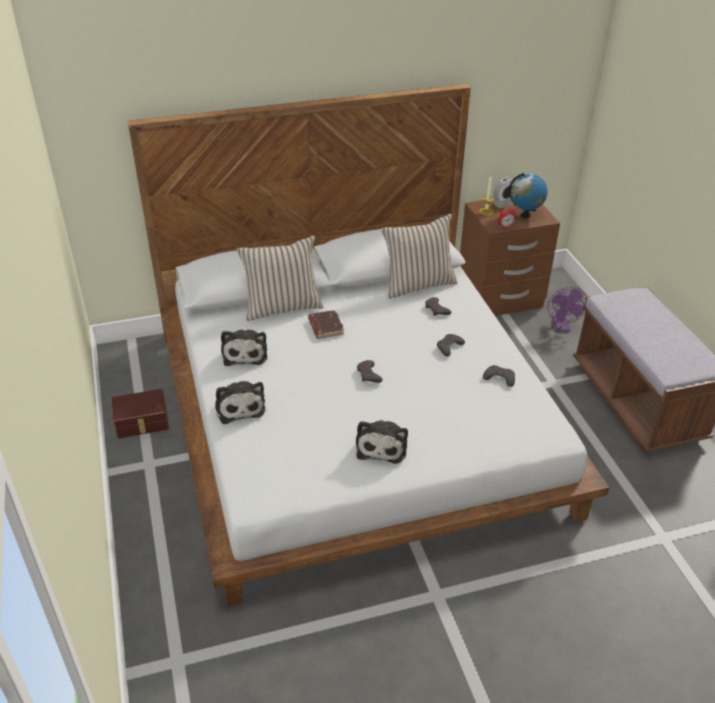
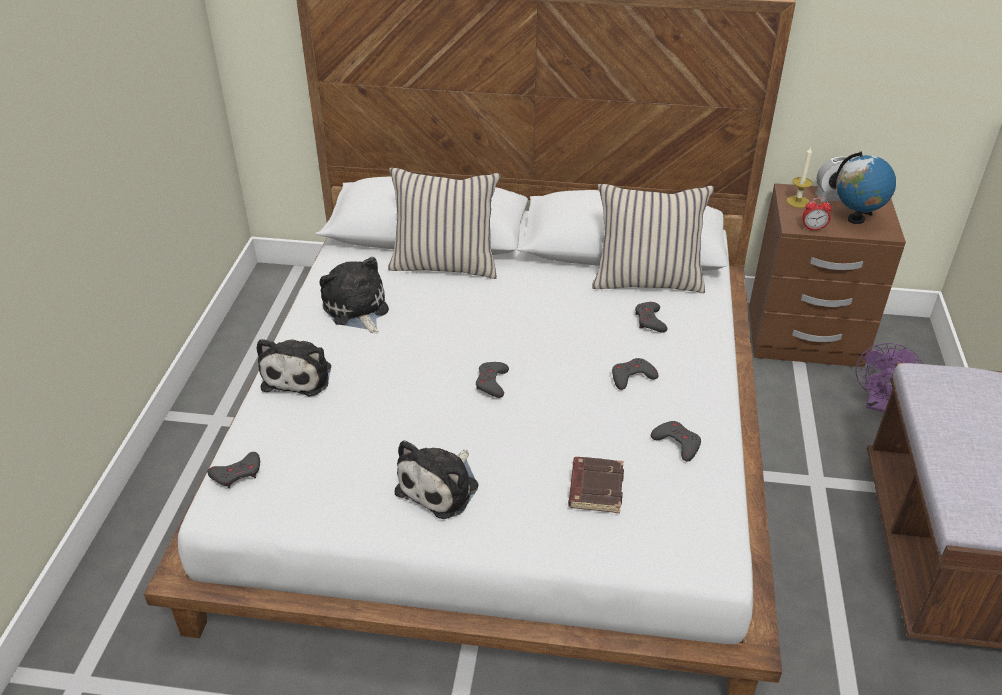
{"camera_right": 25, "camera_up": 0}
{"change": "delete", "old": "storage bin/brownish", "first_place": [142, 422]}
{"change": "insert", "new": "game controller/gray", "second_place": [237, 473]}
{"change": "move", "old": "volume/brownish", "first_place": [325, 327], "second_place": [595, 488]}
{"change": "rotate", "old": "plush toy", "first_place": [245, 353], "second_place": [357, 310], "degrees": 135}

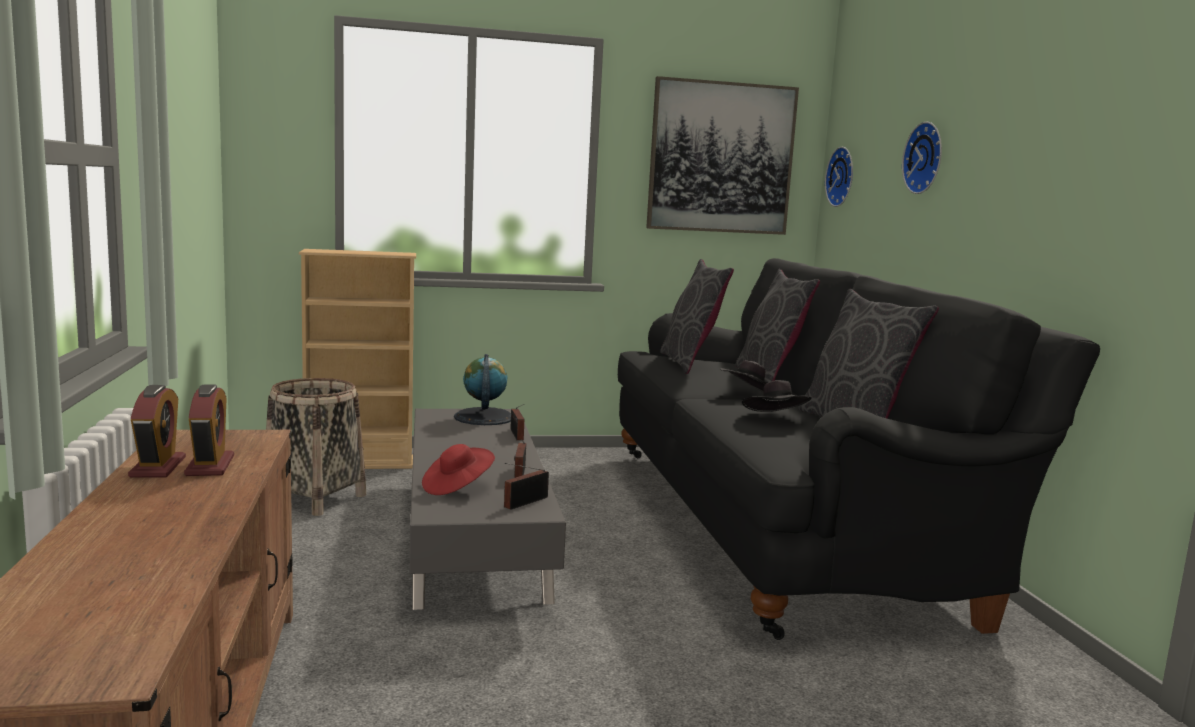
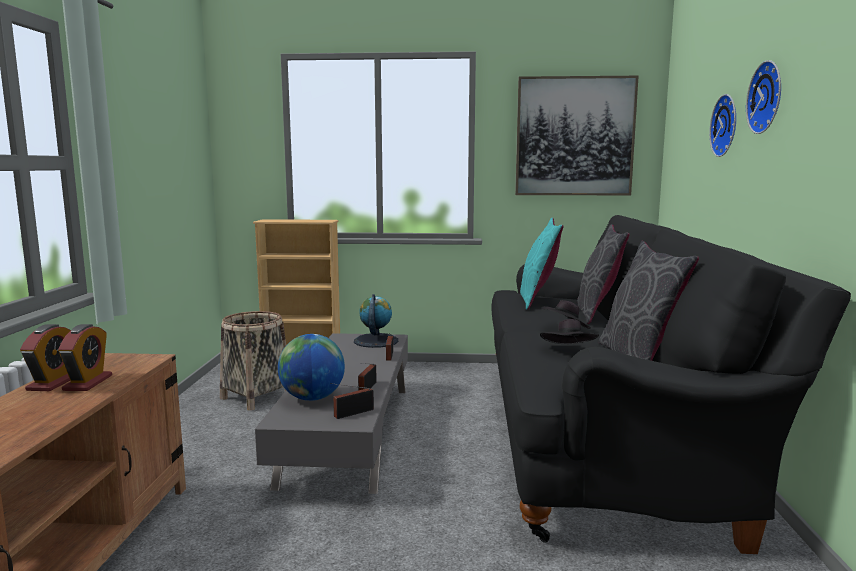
{"camera_right": 15, "camera_up": 0}
{"change": "move", "old": "clock on the wall", "first_place": [843, 177], "second_place": [768, 97]}
{"change": "replace", "old": "hat/red", "new": "world globe", "first_place": [457, 487], "second_place": [312, 398]}
{"change": "recolor", "old": "pillow/gray", "new": "pillow/turquoise", "first_place": [690, 363], "second_place": [539, 300]}

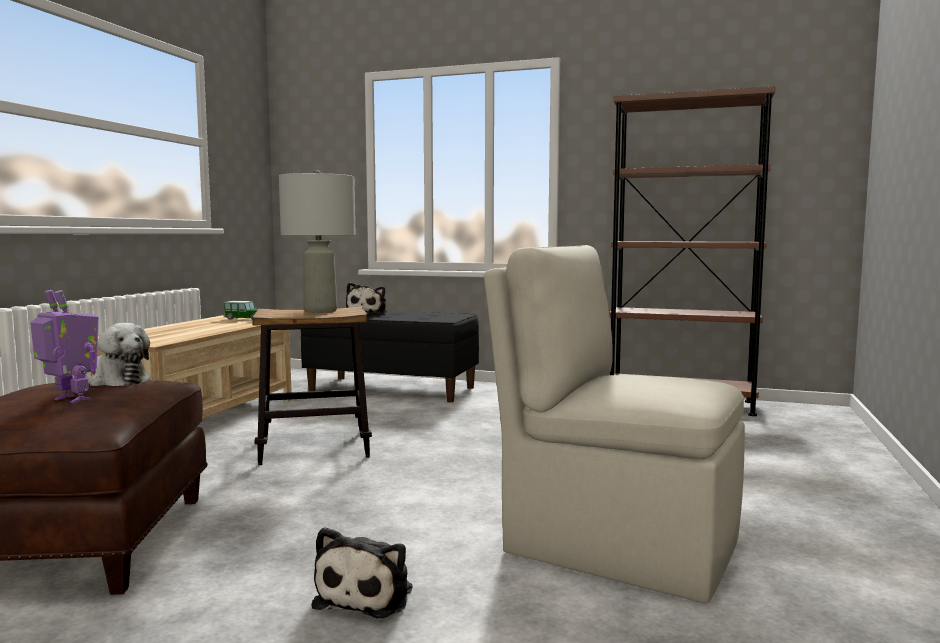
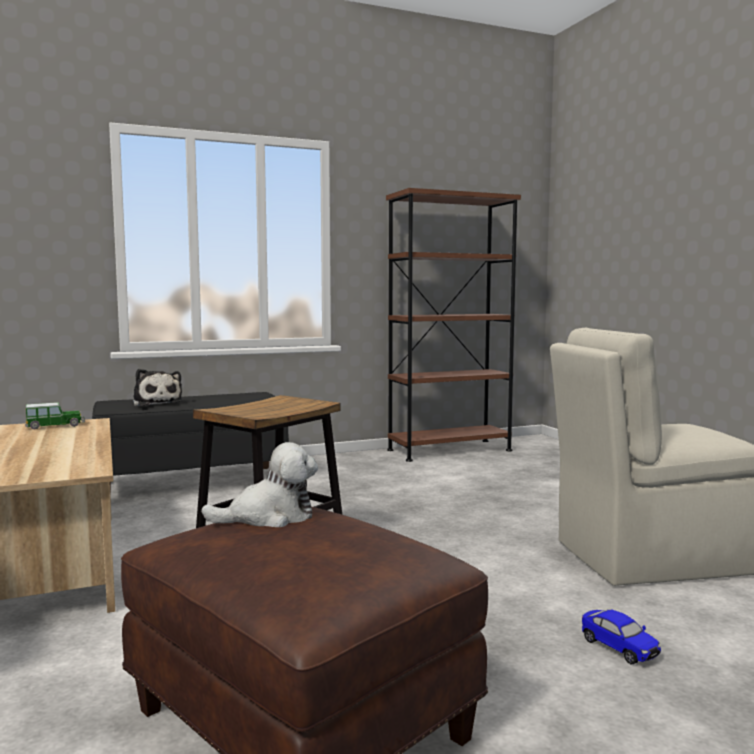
{"camera_right": -40, "camera_up": 0}
{"change": "delete", "old": "model robot", "first_place": [70, 400]}
{"change": "delete", "old": "lamp for a table/gray", "first_place": [321, 311]}
{"change": "replace", "old": "plush toy", "new": "model car", "first_place": [367, 595], "second_place": [619, 648]}

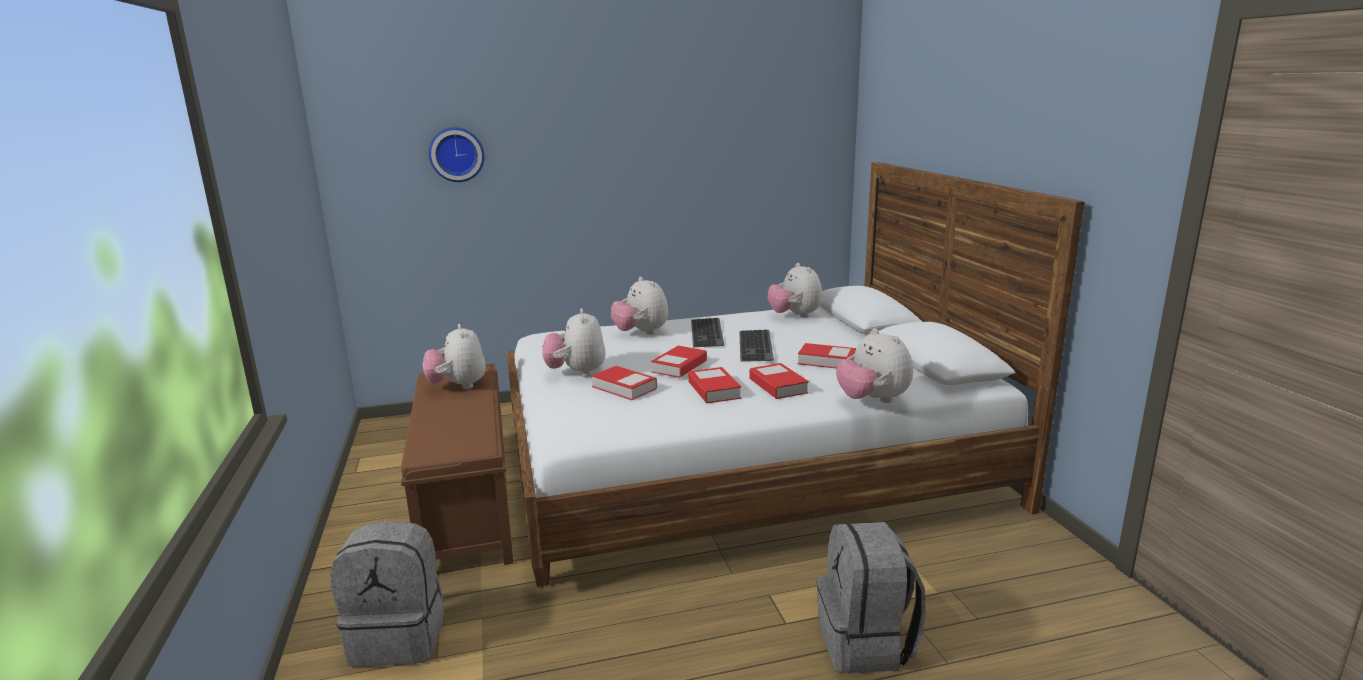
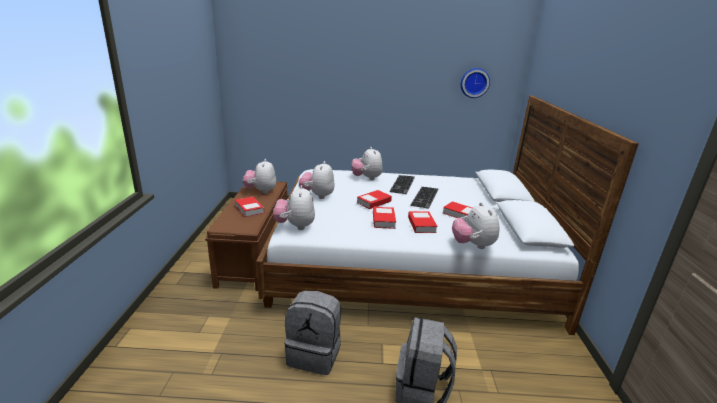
{"camera_right": 15, "camera_up": 5}
{"change": "move", "old": "rucksack/gray", "first_place": [400, 637], "second_place": [315, 354]}
{"change": "move", "old": "clock on the wall", "first_place": [456, 154], "second_place": [474, 82]}
{"change": "move", "old": "volume", "first_place": [624, 388], "second_place": [249, 209]}
{"change": "move", "old": "plush toy", "first_place": [795, 316], "second_place": [295, 226]}

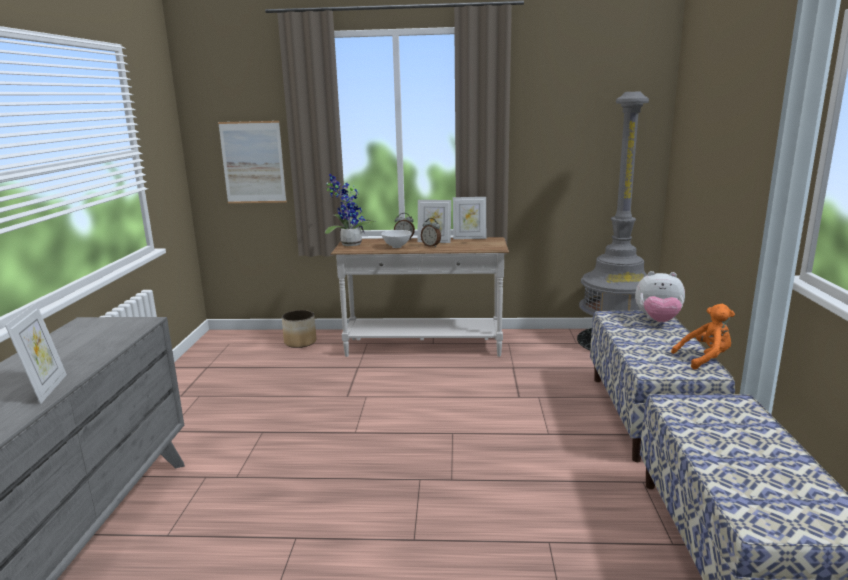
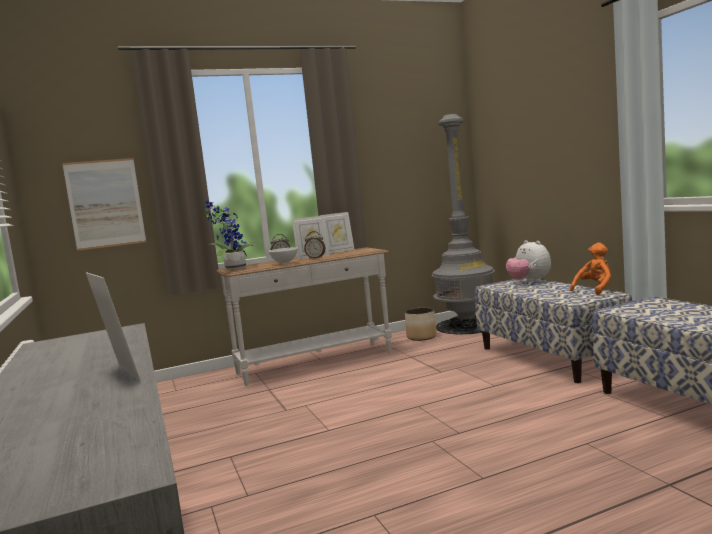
{"camera_right": -25, "camera_up": -10}
{"change": "move", "old": "plant pot", "first_place": [300, 342], "second_place": [421, 337]}
{"change": "rotate", "old": "plush toy", "first_place": [658, 321], "second_place": [529, 282], "degrees": 75}

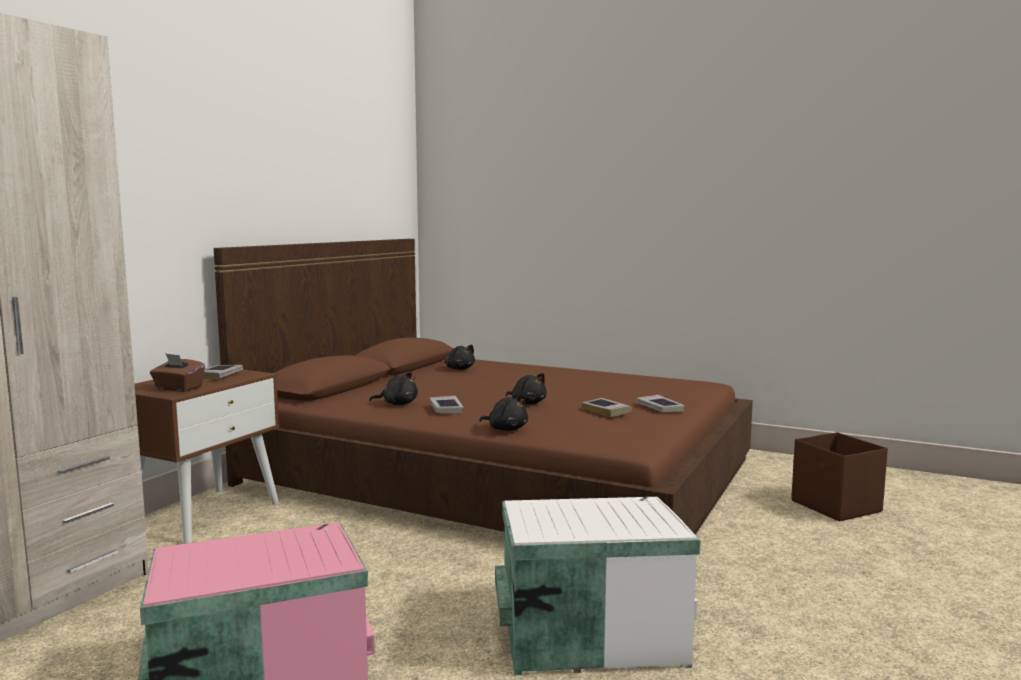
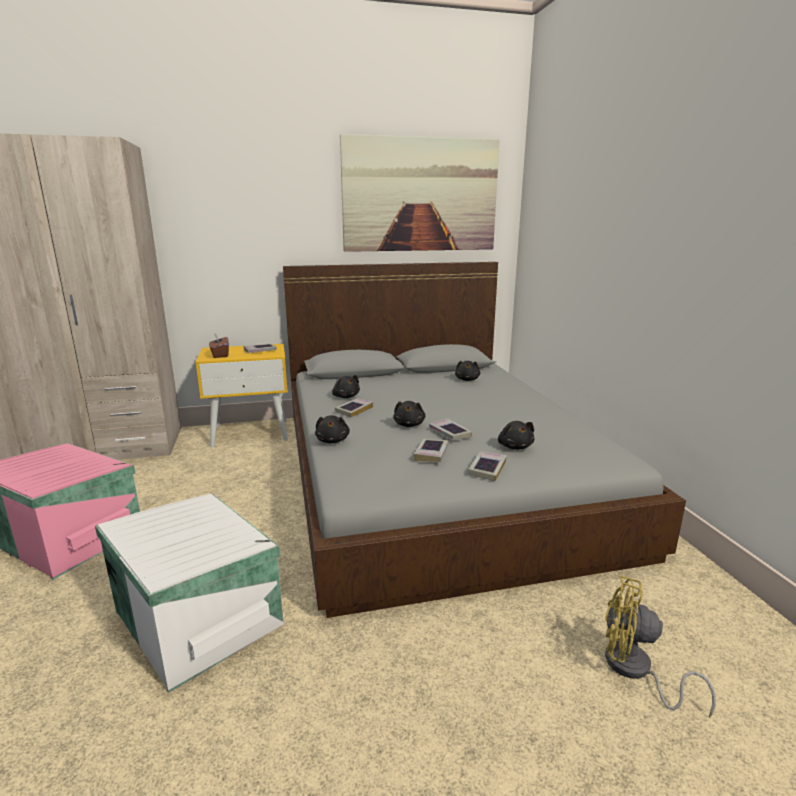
{"camera_right": 50, "camera_up": 10}
{"change": "insert", "new": "picture", "second_place": [420, 195]}
{"change": "insert", "new": "volume", "second_place": [449, 433]}
{"change": "insert", "new": "plush toy/black-coloured", "second_place": [514, 446]}
{"change": "replace", "old": "storage bin/brownish", "new": "fan/yellow-coloured", "first_place": [836, 507], "second_place": [635, 670]}
{"change": "recolor", "old": "bedside table/brownish", "new": "bedside table/yellow-coloured", "first_place": [205, 514], "second_place": [251, 433]}
{"change": "recolor", "old": "bed/brownish", "new": "bed/gray", "first_place": [501, 471], "second_place": [434, 472]}

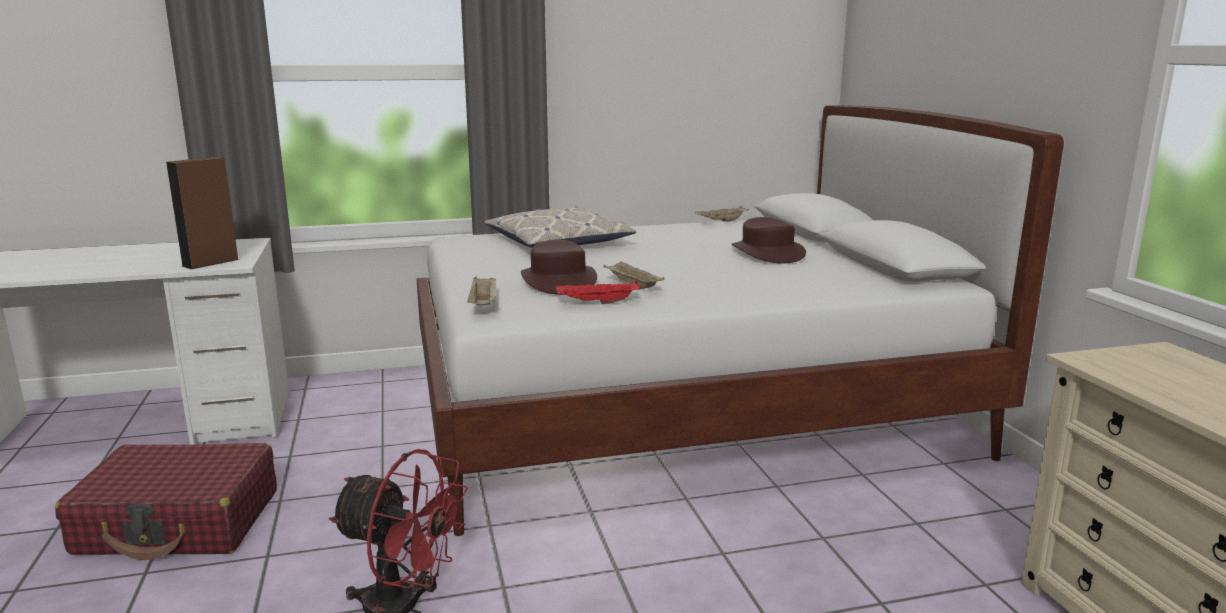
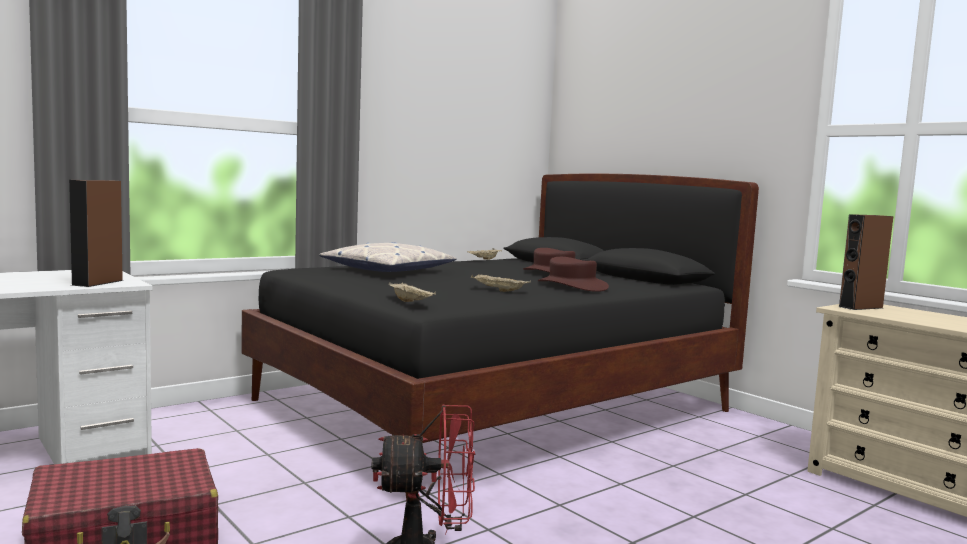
{"camera_right": -25, "camera_up": -10}
{"change": "delete", "old": "carrying tray/red", "first_place": [597, 303]}
{"change": "insert", "new": "audio speaker/brownish", "second_place": [860, 307]}
{"change": "move", "old": "hat/brownish", "first_place": [558, 281], "second_place": [571, 286]}
{"change": "recolor", "old": "bed/whitish", "new": "bed/black-coloured", "first_place": [682, 412], "second_place": [496, 406]}

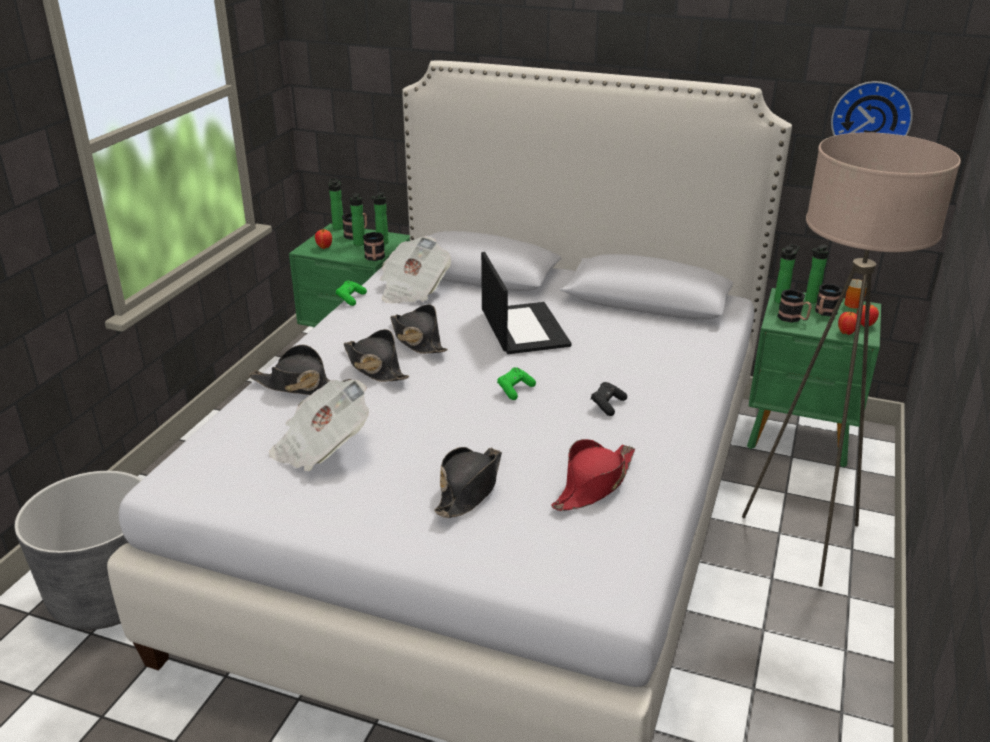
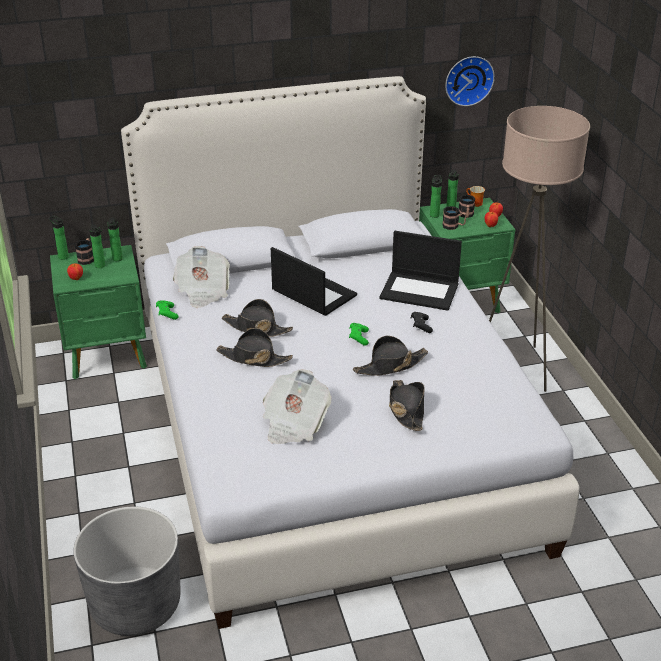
{"camera_right": -35, "camera_up": 5}
{"change": "delete", "old": "tea mug", "first_place": [374, 258]}
{"change": "delete", "old": "hat/red", "first_place": [593, 485]}
{"change": "insert", "new": "notebook computer", "second_place": [420, 291]}
{"change": "move", "old": "hat/black-coloured", "first_place": [299, 385], "second_place": [390, 365]}

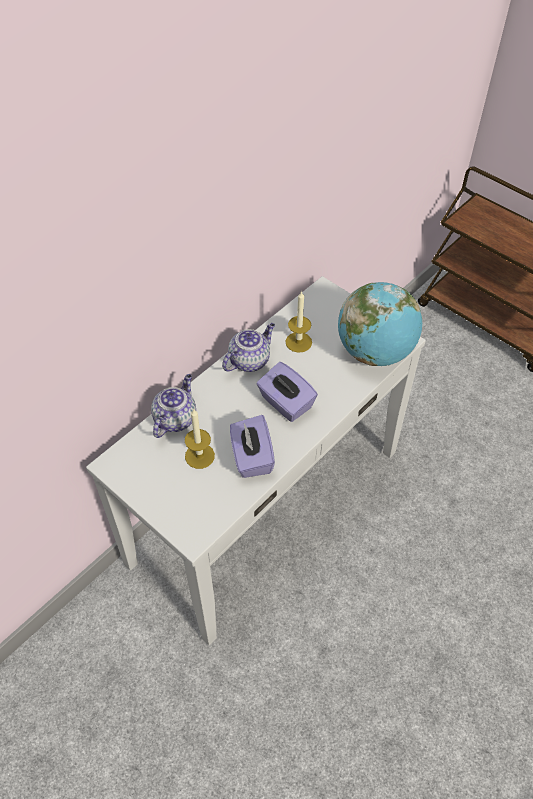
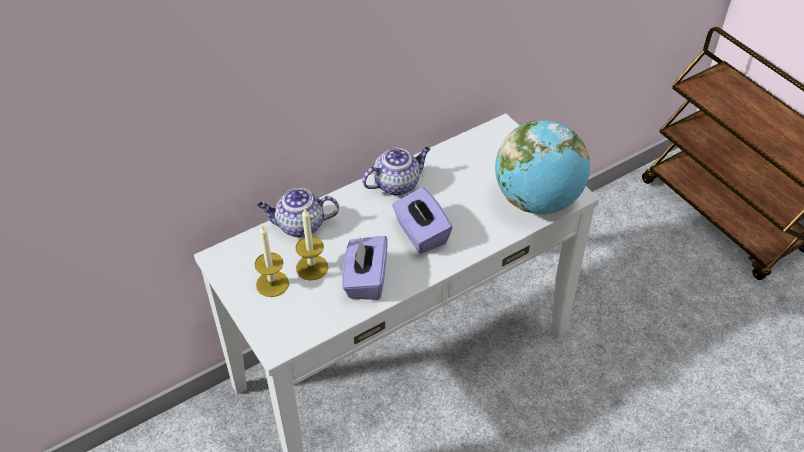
{"camera_right": 15, "camera_up": -5}
{"change": "move", "old": "wax light", "first_place": [298, 342], "second_place": [272, 284]}
{"change": "rotate", "old": "pot for tea", "first_place": [175, 418], "second_place": [299, 226], "degrees": -135}

